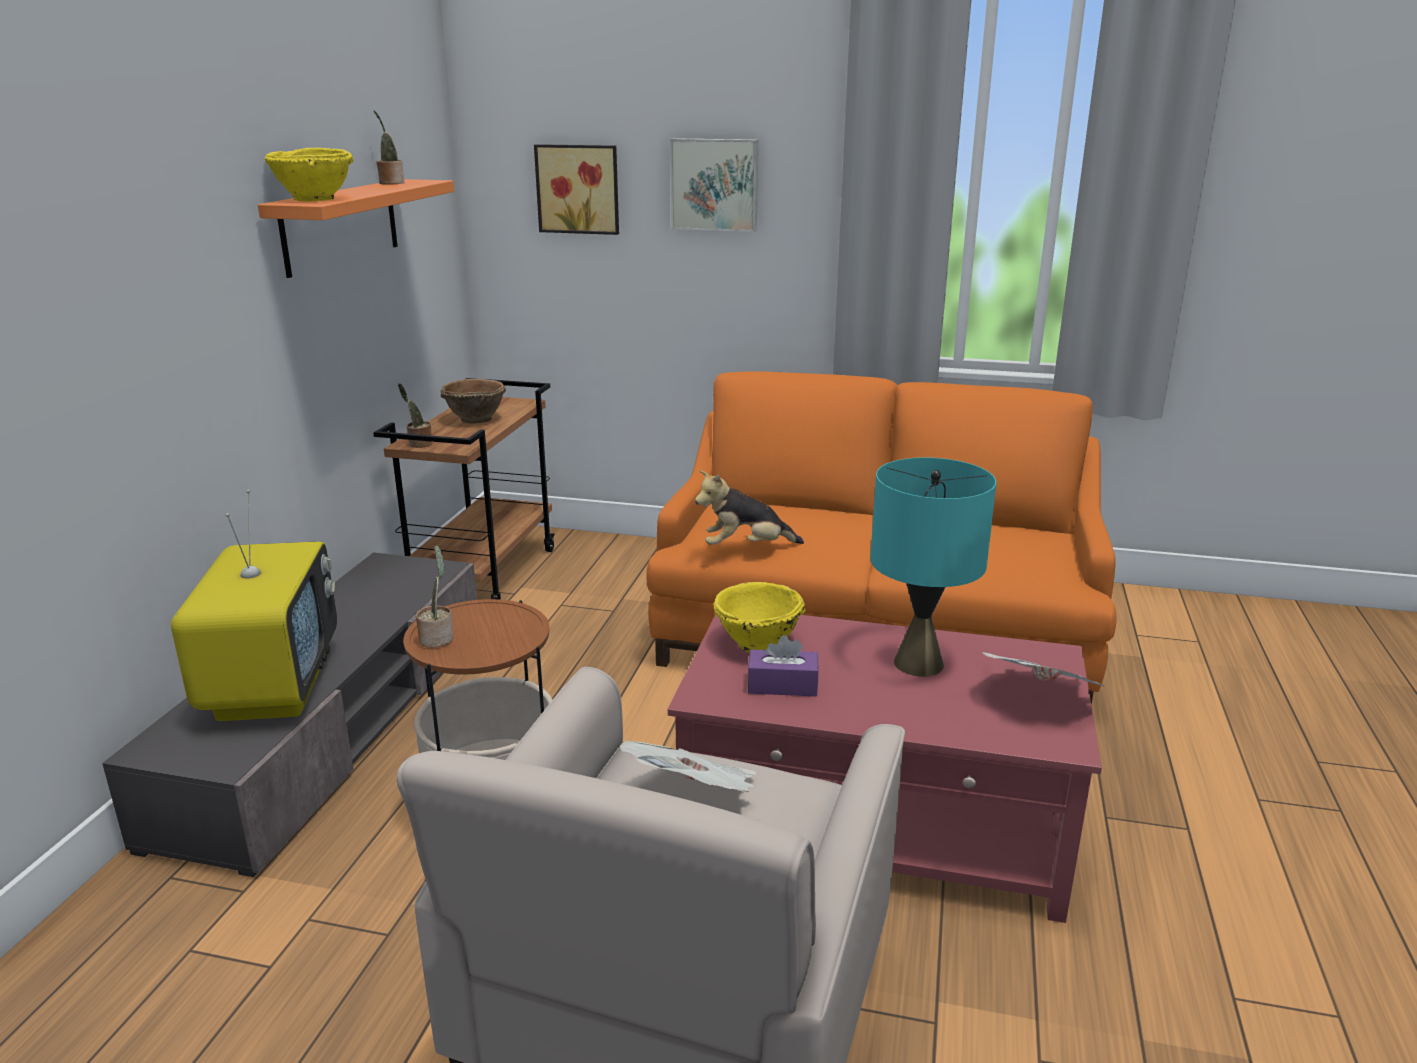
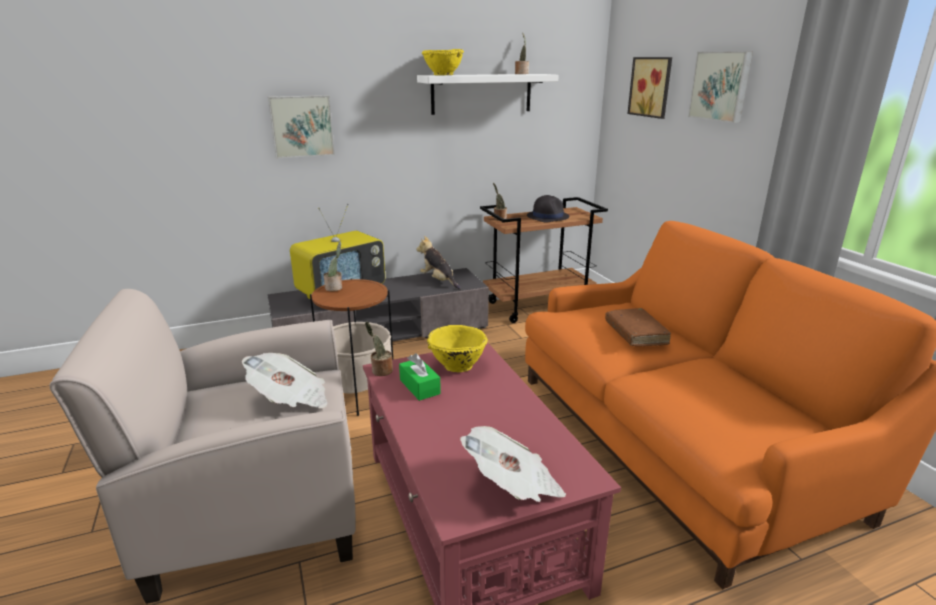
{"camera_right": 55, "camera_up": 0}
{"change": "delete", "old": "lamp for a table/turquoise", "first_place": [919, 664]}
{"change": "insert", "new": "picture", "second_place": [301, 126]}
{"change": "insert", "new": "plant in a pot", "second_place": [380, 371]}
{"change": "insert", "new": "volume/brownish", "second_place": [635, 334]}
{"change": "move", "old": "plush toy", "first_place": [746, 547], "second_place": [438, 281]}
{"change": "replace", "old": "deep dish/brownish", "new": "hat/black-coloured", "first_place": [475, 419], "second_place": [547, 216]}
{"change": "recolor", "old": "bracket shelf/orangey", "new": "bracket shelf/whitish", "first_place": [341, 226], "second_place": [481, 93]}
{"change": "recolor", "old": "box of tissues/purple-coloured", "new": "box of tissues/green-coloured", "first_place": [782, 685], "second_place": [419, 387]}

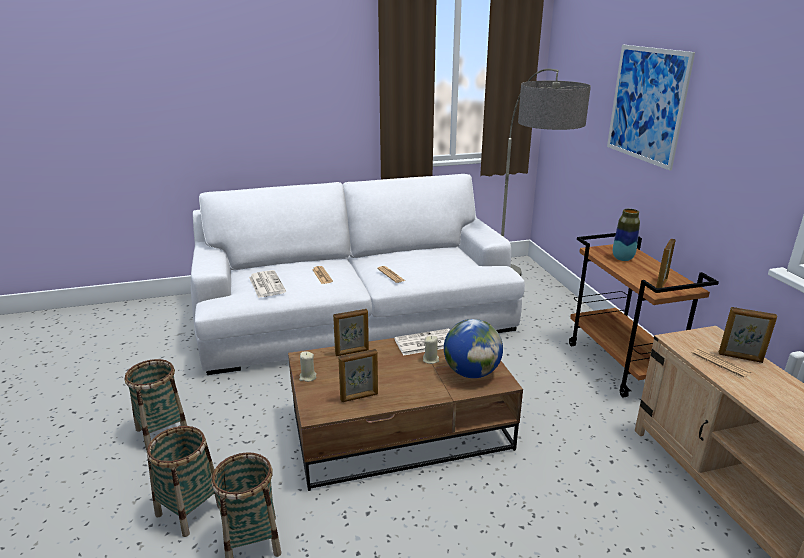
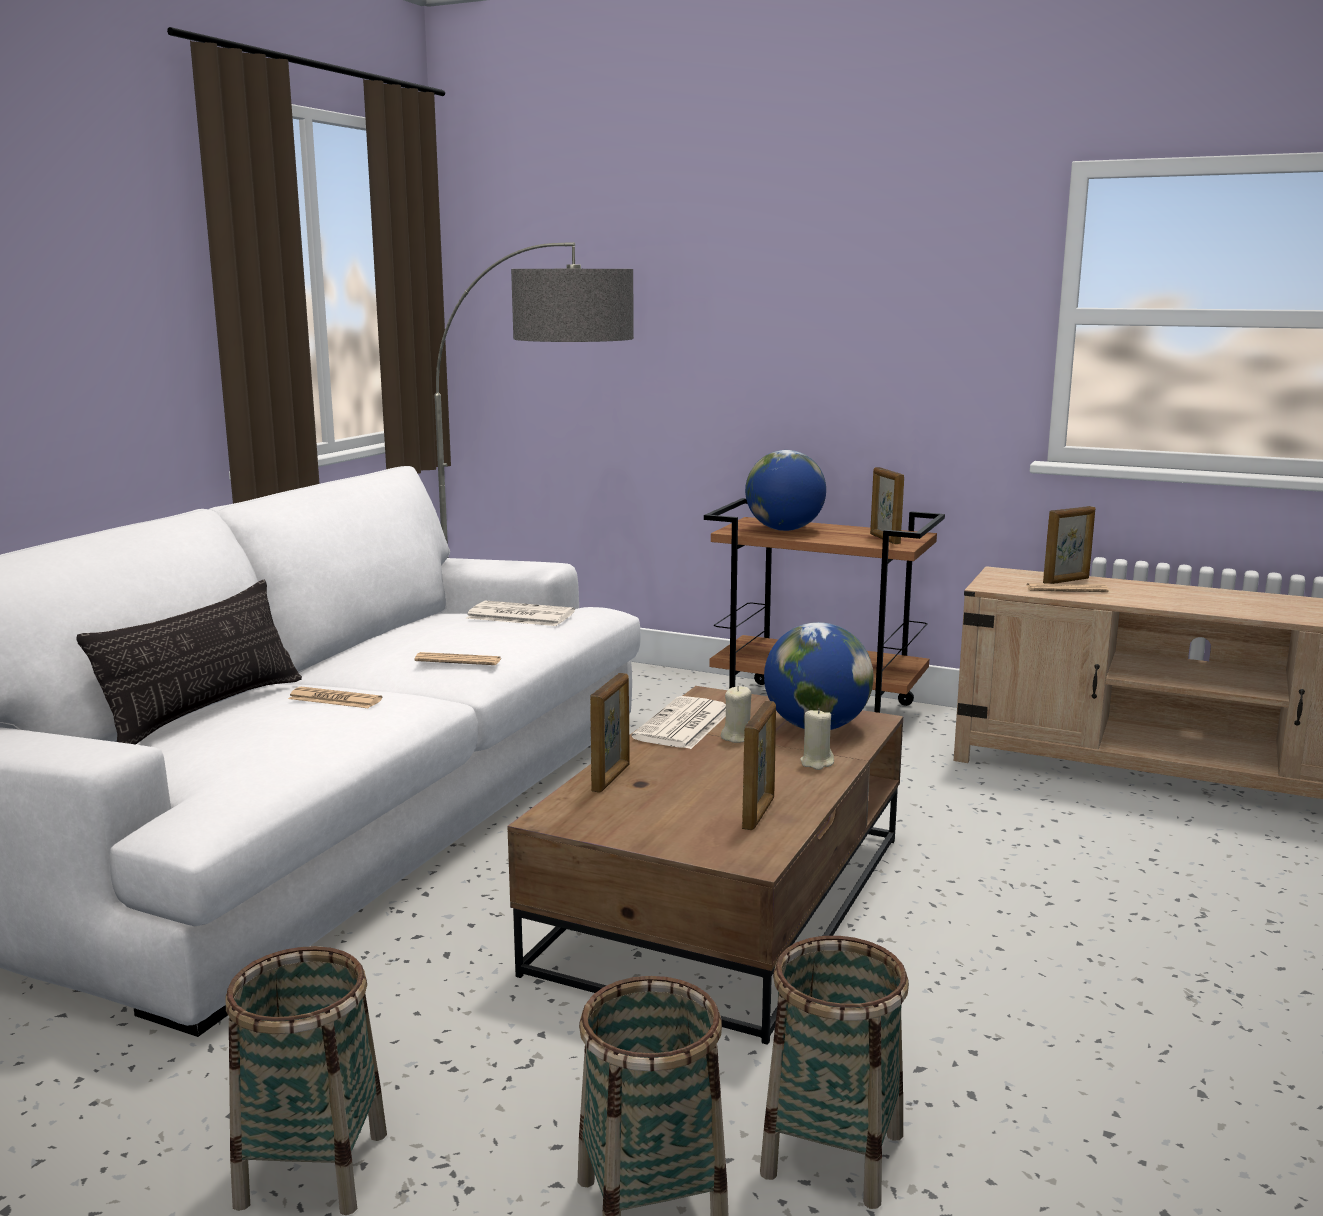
{"camera_right": -50, "camera_up": -10}
{"change": "delete", "old": "picture", "first_place": [647, 104]}
{"change": "insert", "new": "pillow", "second_place": [205, 711]}
{"change": "move", "old": "printed paper", "first_place": [266, 284], "second_place": [519, 615]}
{"change": "move", "old": "wax light/sand-coloured", "first_place": [307, 377], "second_place": [816, 763]}
{"change": "replace", "old": "flower vase", "new": "world globe", "first_place": [622, 258], "second_place": [784, 529]}

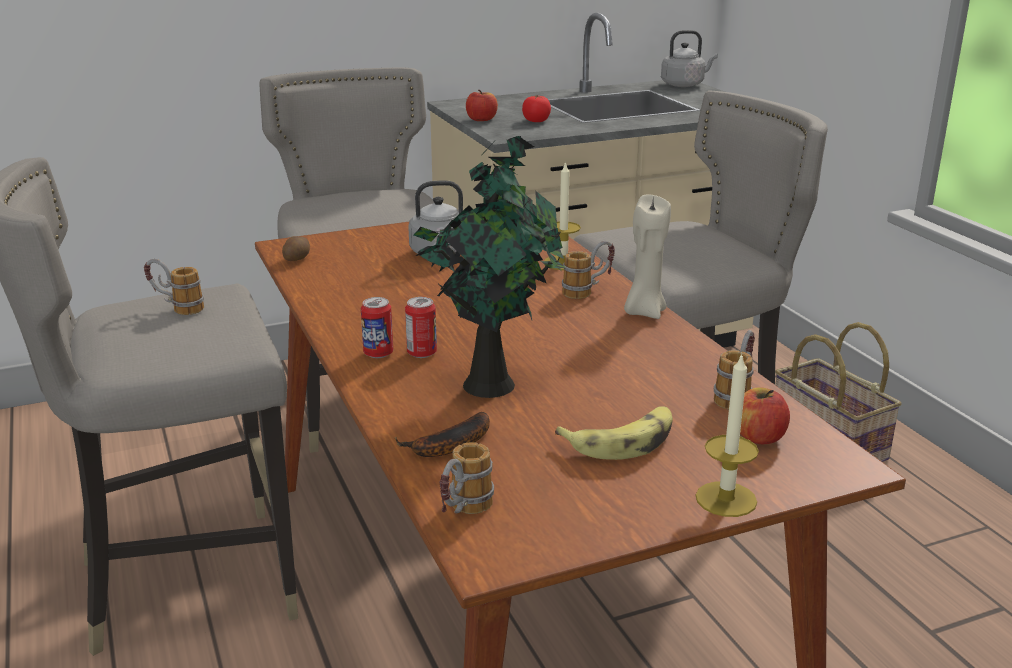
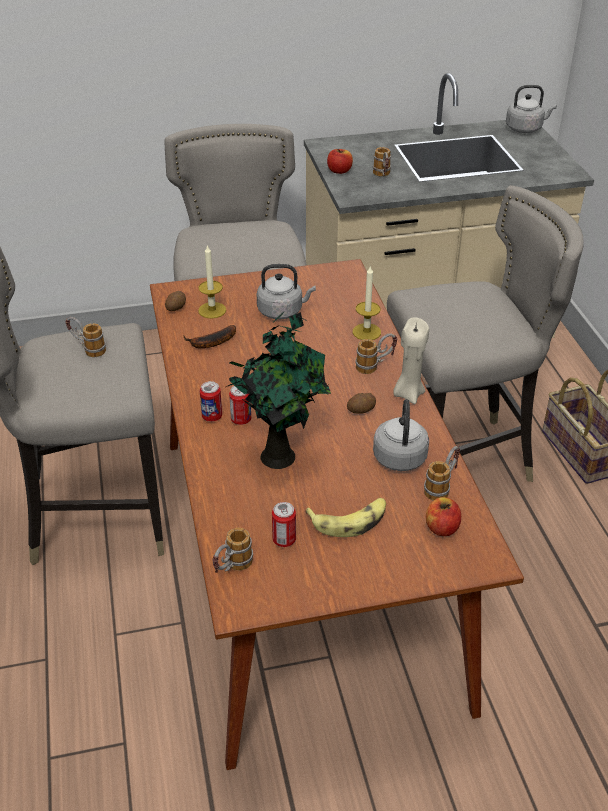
{"camera_right": 10, "camera_up": 15}
{"change": "insert", "new": "sealed can", "second_place": [284, 540]}
{"change": "insert", "new": "spud", "second_place": [361, 410]}
{"change": "insert", "new": "tea kettle/gray", "second_place": [399, 455]}
{"change": "move", "old": "banana fruit", "first_place": [448, 447], "second_place": [210, 343]}
{"change": "move", "old": "wax light", "first_place": [726, 499], "second_place": [212, 310]}
{"change": "replace", "old": "tomato", "new": "tea mug", "first_place": [536, 121], "second_place": [382, 176]}

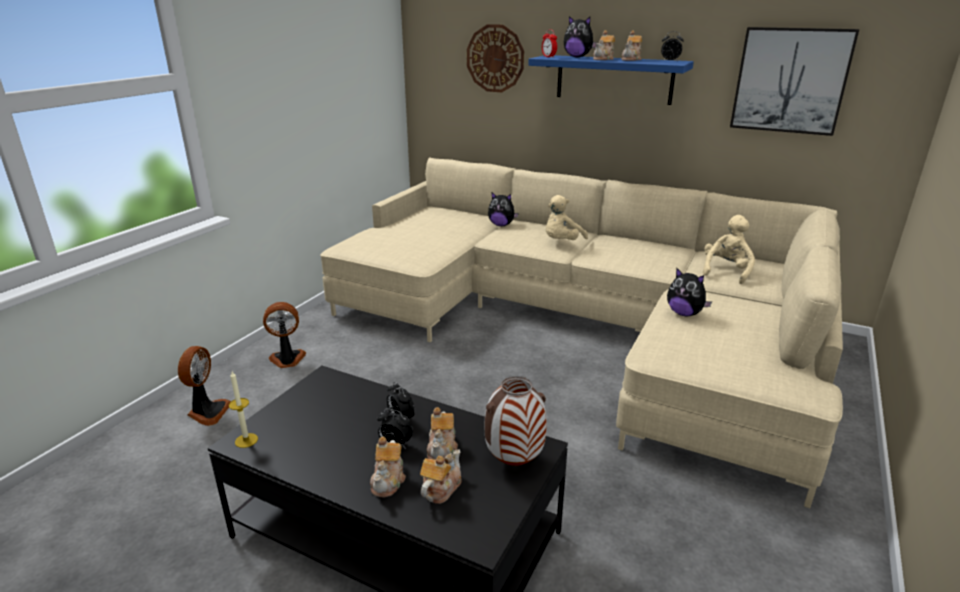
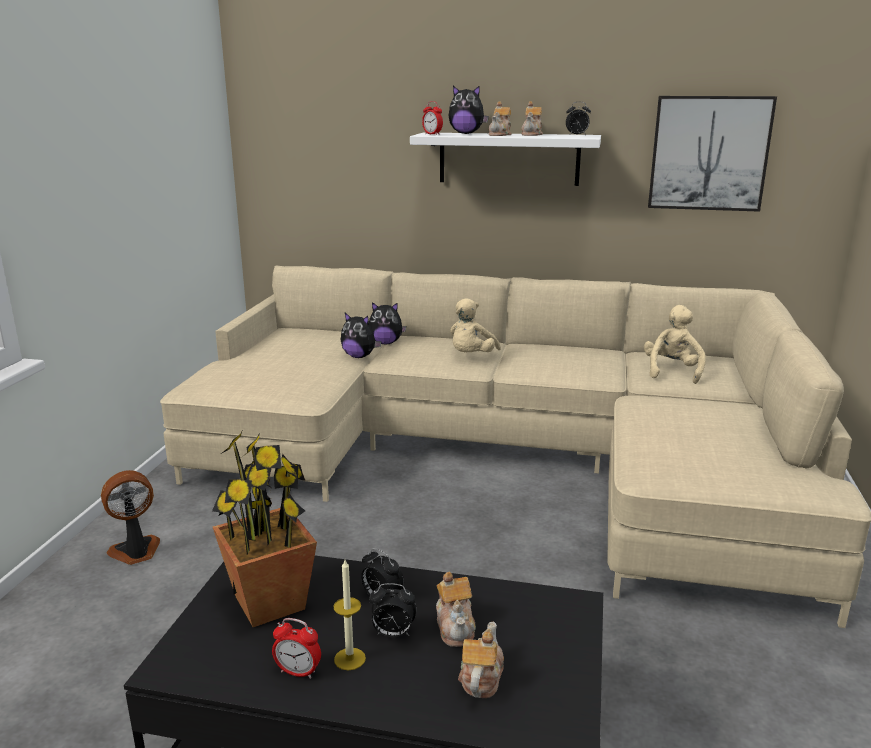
{"camera_right": -15, "camera_up": -5}
{"change": "delete", "old": "fan", "first_place": [208, 412]}
{"change": "delete", "old": "pot for tea", "first_place": [388, 480]}
{"change": "delete", "old": "clock on the wall", "first_place": [495, 58]}
{"change": "delete", "old": "flower vase", "first_place": [514, 461]}
{"change": "insert", "new": "plant in a pot", "second_place": [269, 602]}
{"change": "insert", "new": "table clock", "second_place": [298, 672]}
{"change": "move", "old": "wax light", "first_place": [246, 440], "second_place": [349, 659]}
{"change": "move", "old": "plush toy", "first_place": [684, 313], "second_place": [359, 356]}
{"change": "recolor", "old": "bracket shelf/blue", "new": "bracket shelf/whitish", "first_place": [614, 79], "second_place": [509, 159]}

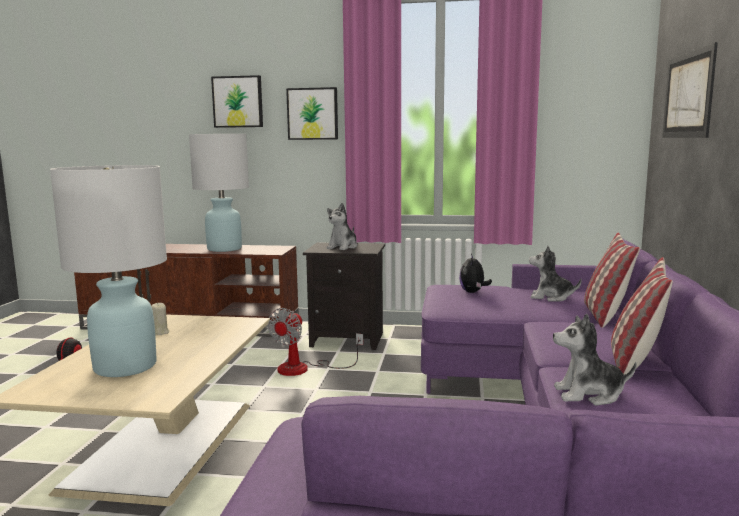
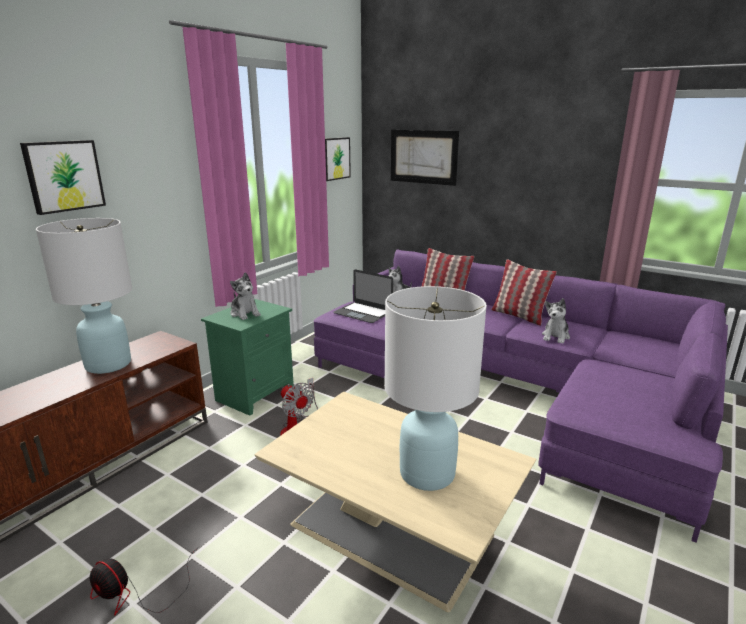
{"camera_right": -65, "camera_up": 10}
{"change": "delete", "old": "wax light/sand-coloured", "first_place": [159, 332]}
{"change": "move", "old": "picture", "first_place": [313, 114], "second_place": [335, 158]}
{"change": "replace", "old": "plush toy", "new": "notebook computer", "first_place": [473, 292], "second_place": [363, 312]}
{"change": "recolor", "old": "bedside table/black-coloured", "new": "bedside table/green-coloured", "first_place": [348, 339], "second_place": [255, 393]}

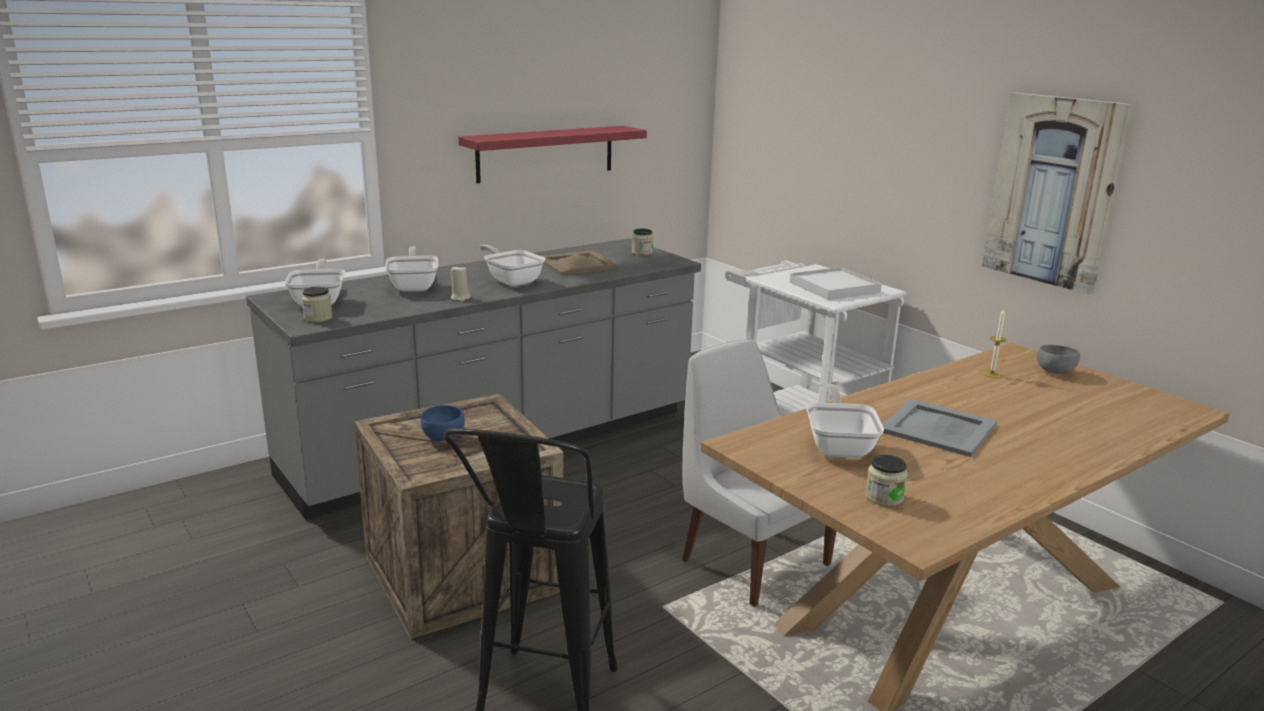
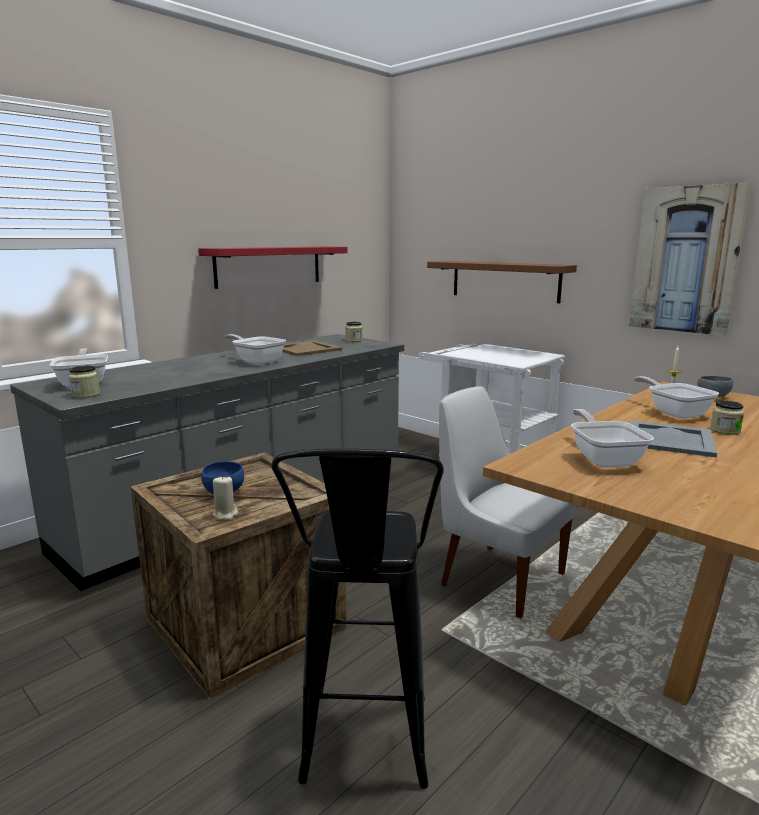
{"camera_right": -10, "camera_up": -5}
{"change": "delete", "old": "carrying tray/whitish", "first_place": [834, 287]}
{"change": "insert", "new": "bracket shelf/brownish", "second_place": [504, 280]}
{"change": "move", "old": "skillet", "first_place": [414, 285], "second_place": [674, 413]}
{"change": "move", "old": "wax light/sand-coloured", "first_place": [460, 298], "second_place": [225, 514]}
{"change": "move", "old": "storage jar", "first_place": [884, 497], "second_place": [725, 430]}

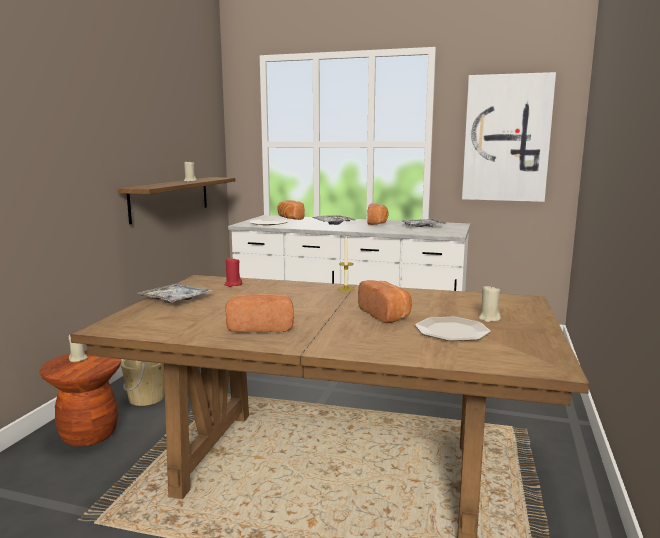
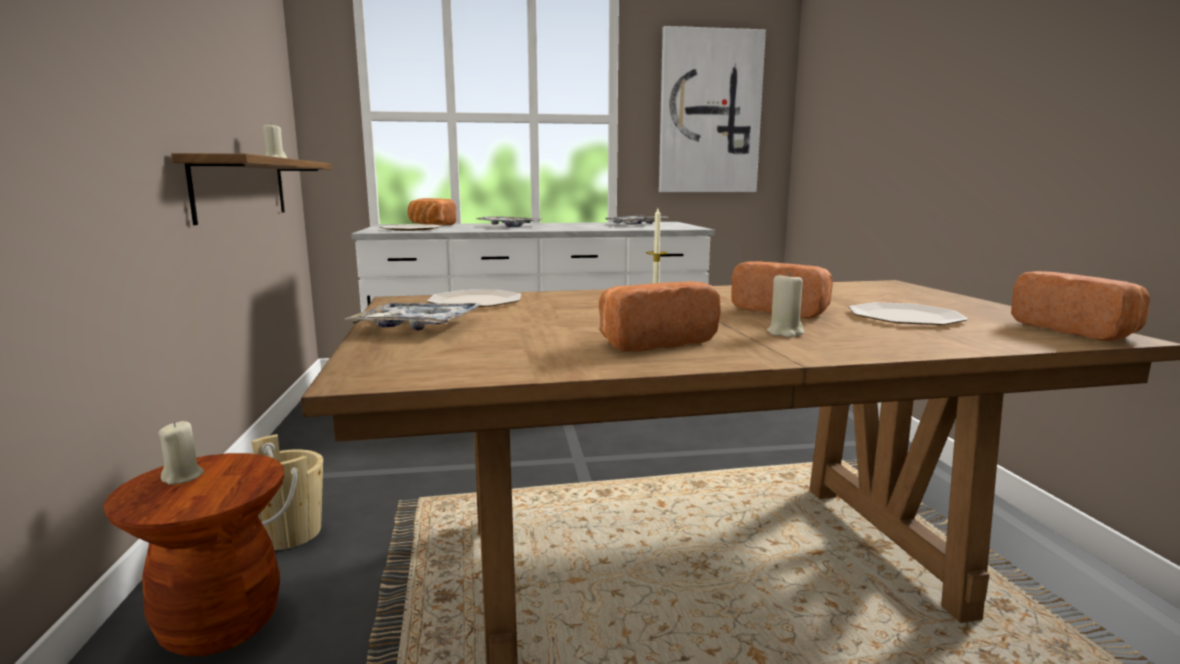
{"camera_right": -25, "camera_up": 0}
{"change": "move", "old": "baked bread", "first_place": [378, 223], "second_place": [1078, 330]}
{"change": "move", "old": "wax light/sand-coloured", "first_place": [489, 319], "second_place": [785, 333]}
{"change": "replace", "old": "wax light/red", "new": "dinner plate", "first_place": [233, 284], "second_place": [475, 301]}

